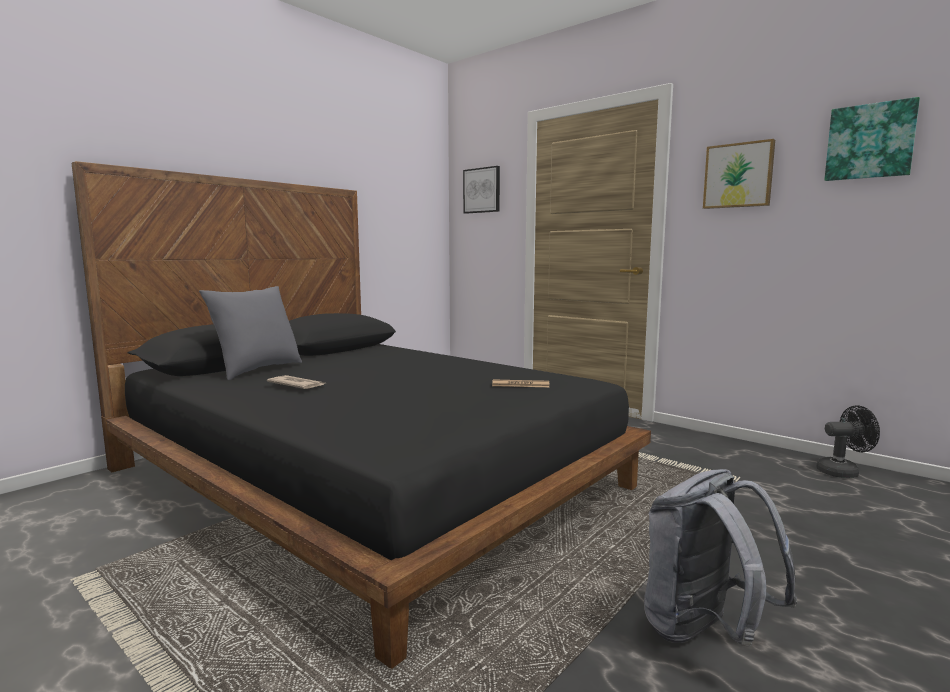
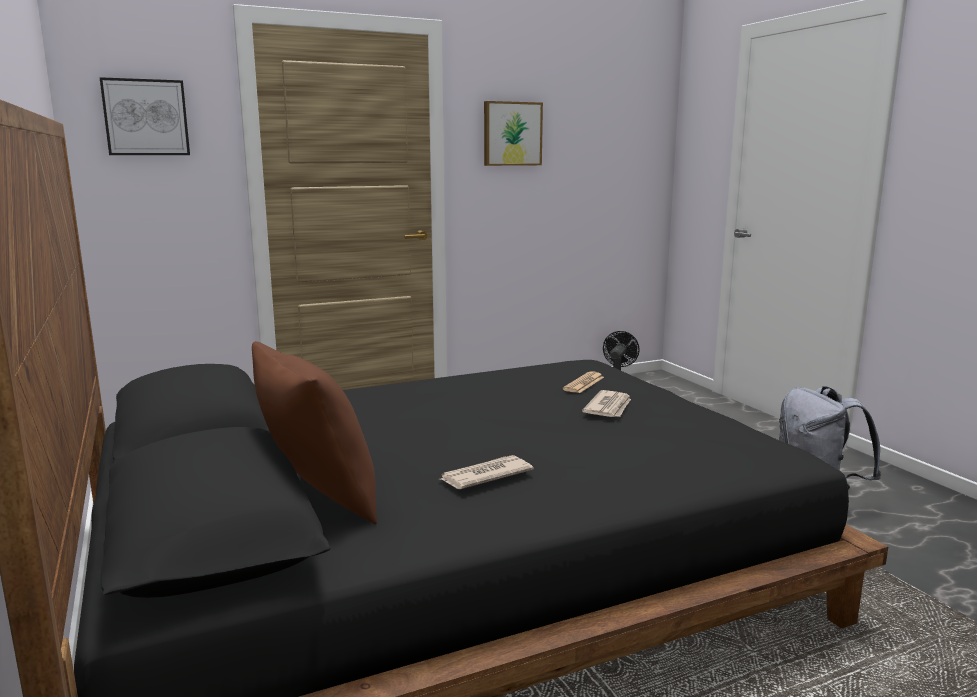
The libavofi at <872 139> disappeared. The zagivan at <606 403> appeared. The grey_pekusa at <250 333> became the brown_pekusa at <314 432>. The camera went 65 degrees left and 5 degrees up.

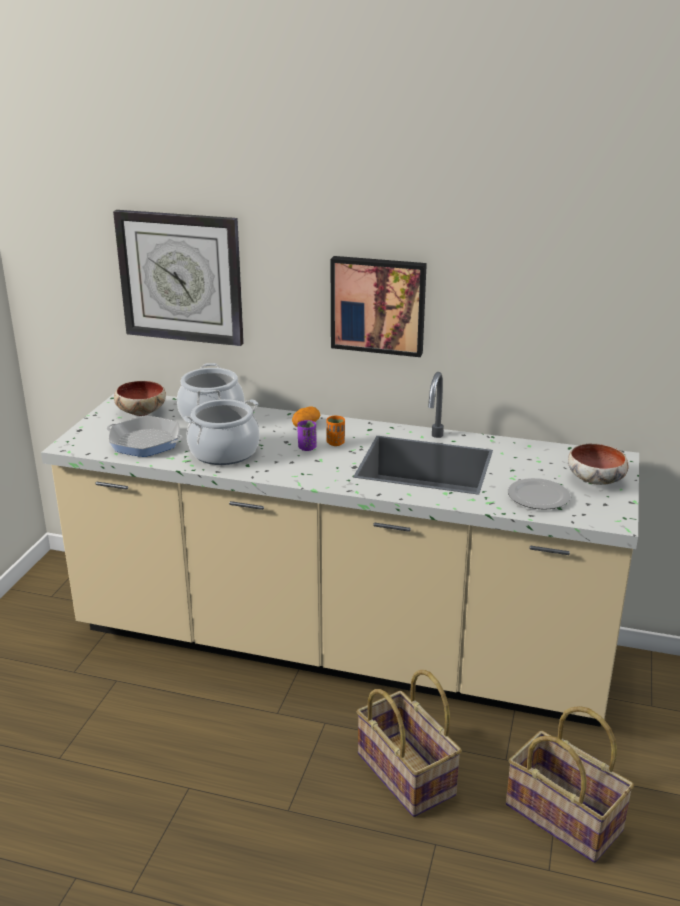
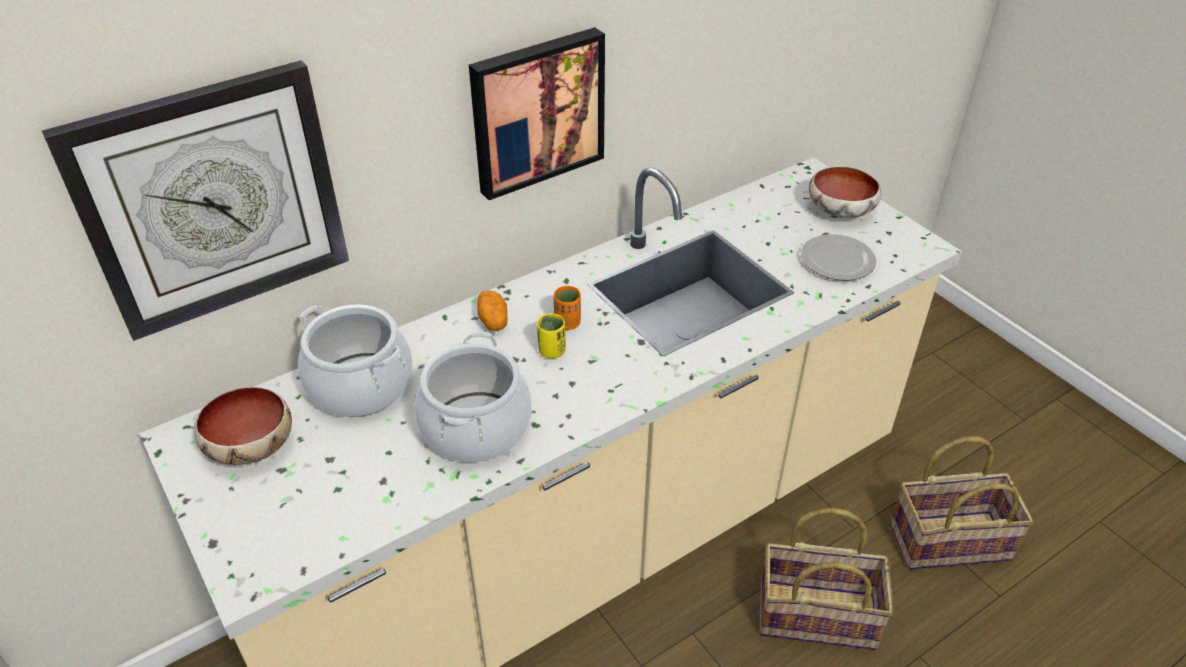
The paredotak at <145 436> disappeared. The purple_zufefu at <307 435> became the yellow_zufefu at <551 336>. The camera went 50 degrees left and 15 degrees up.

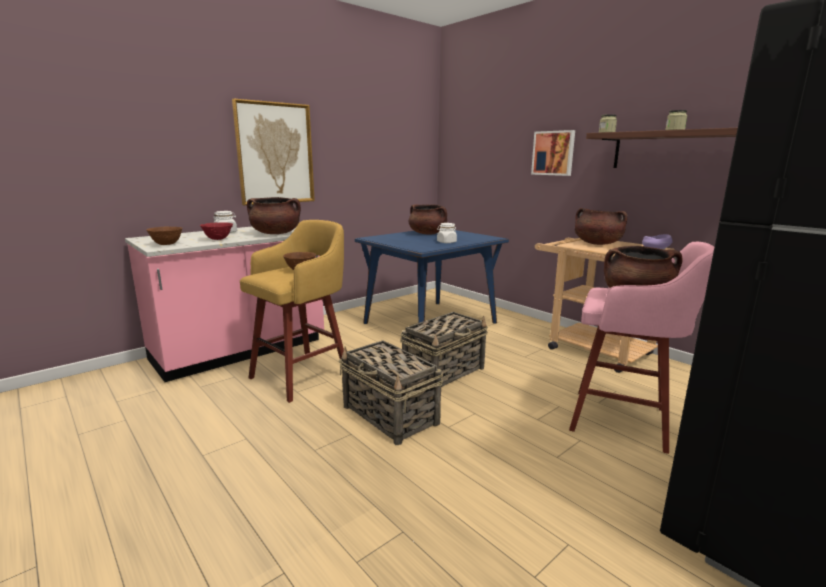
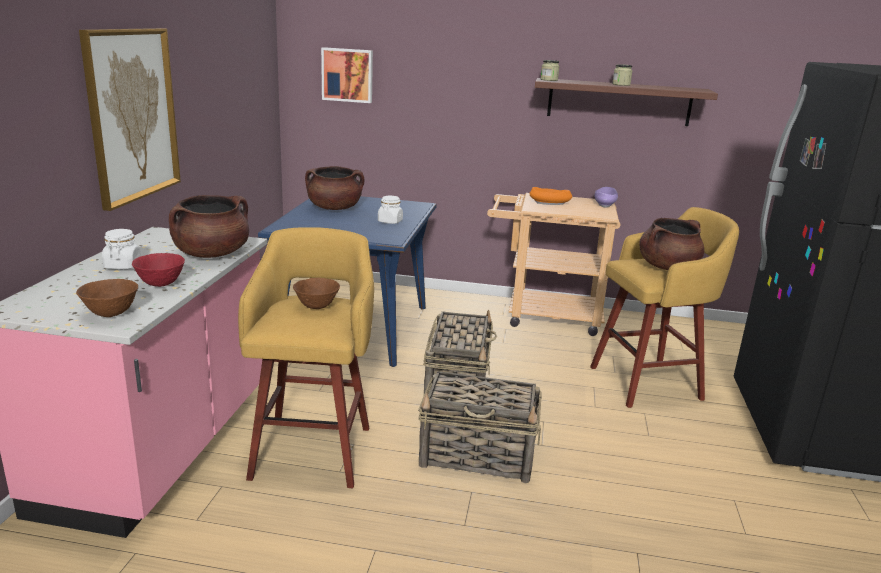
The libavofi moved from <553 153> to <347 75>. The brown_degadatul at <601 226> was replaced by the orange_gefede at <550 196>. The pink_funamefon at <641 348> became the yellow_funamefon at <664 307>. The camera went 40 degrees left and 5 degrees up.

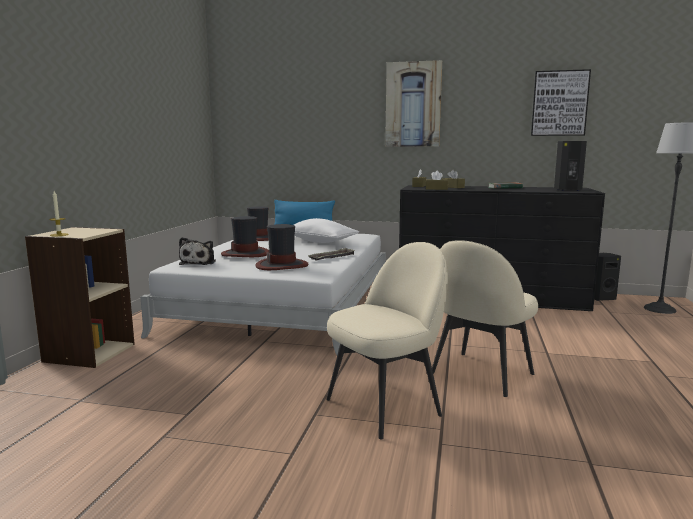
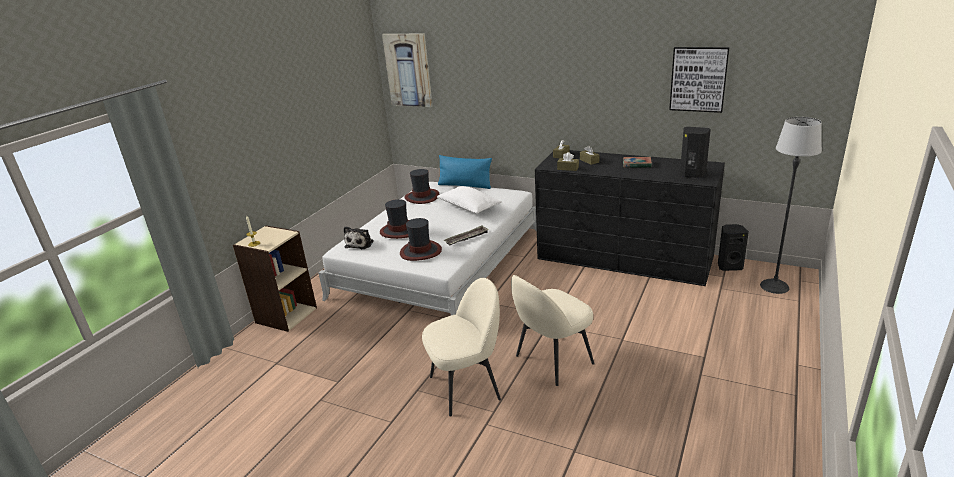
The libavofi moved from <413 103> to <407 70>. The camera went 15 degrees right and 15 degrees up.

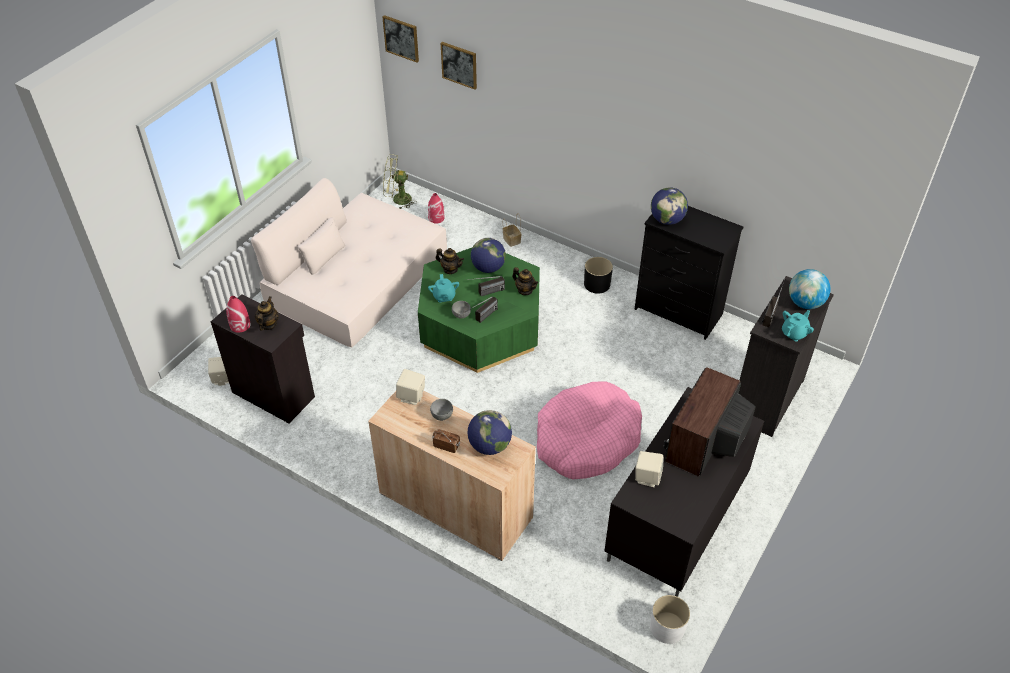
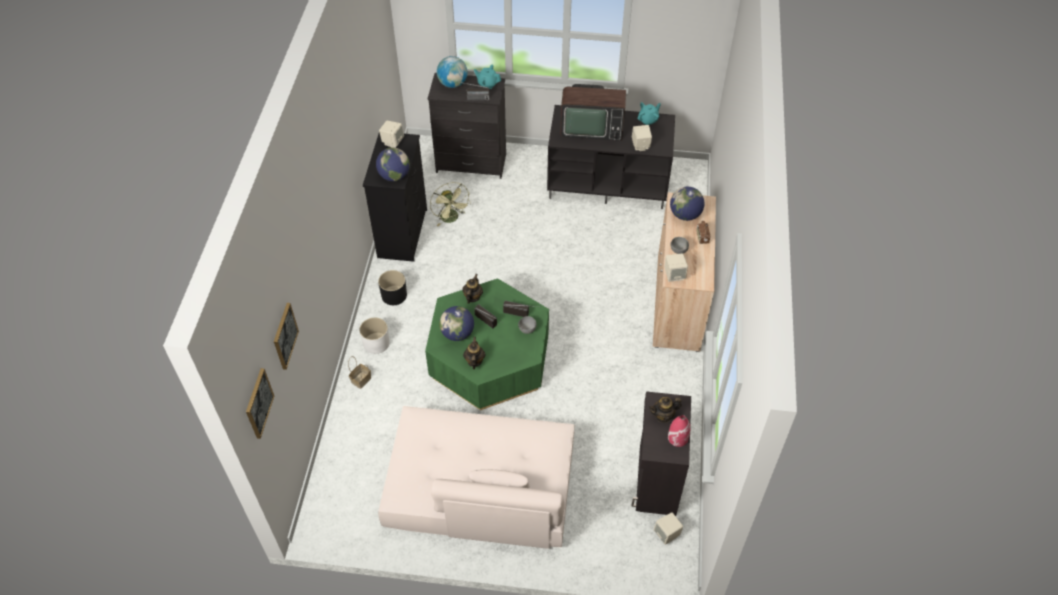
The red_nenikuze at <436 208> disappeared. The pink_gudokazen at <589 430> disappeared. The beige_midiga at <391 134> appeared. The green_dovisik moved from <399 181> to <450 204>. The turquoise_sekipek moved from <443 288> to <649 113>. The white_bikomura moved from <670 619> to <375 336>. The camera went 115 degrees left and 5 degrees up.

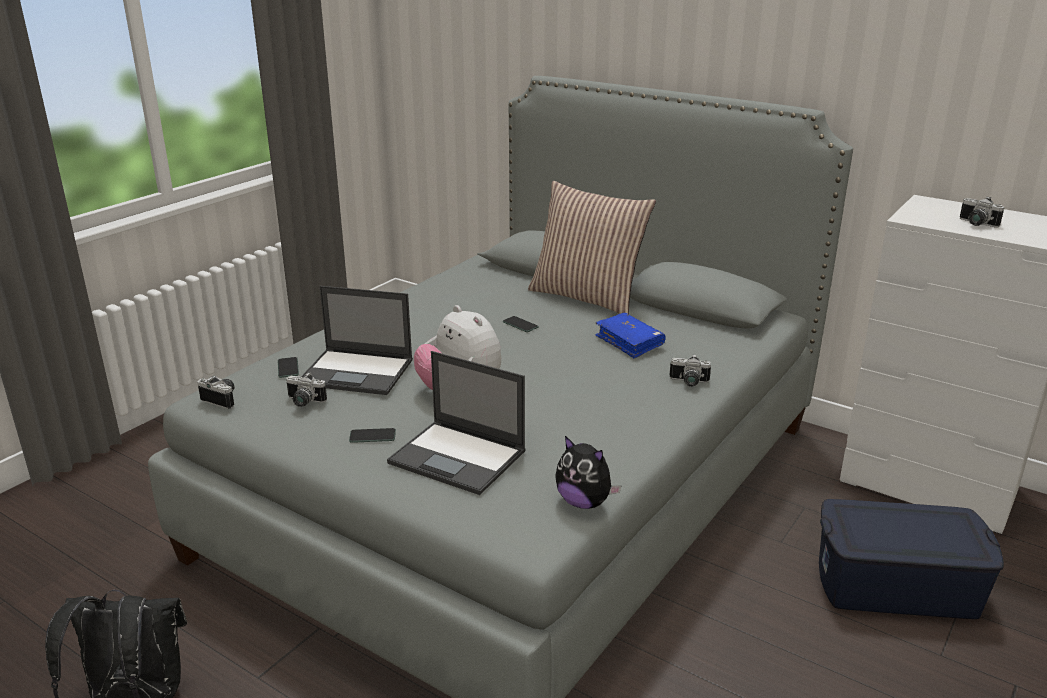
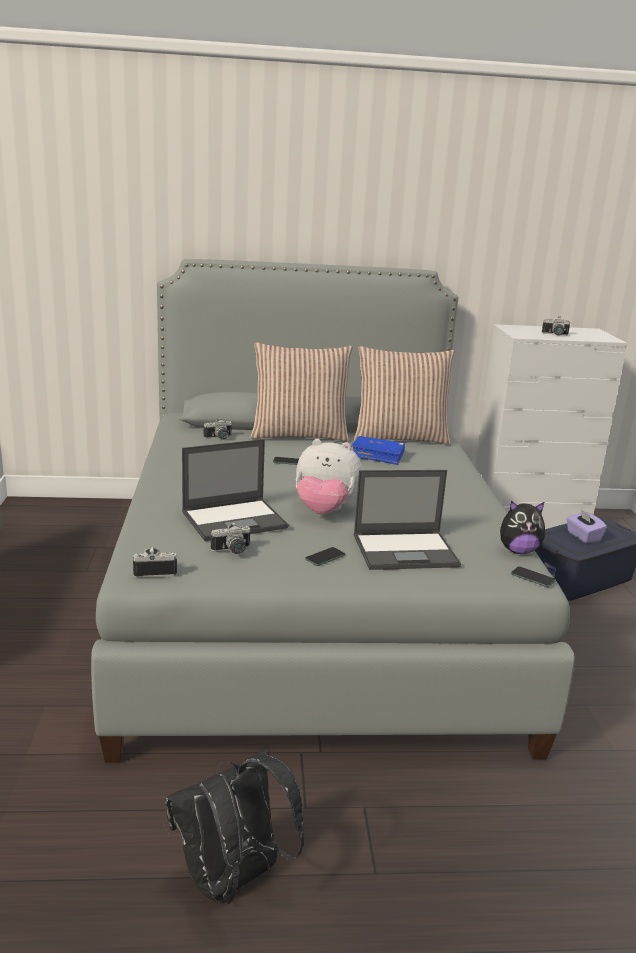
The pekusa at <404 395> appeared. The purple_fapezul at <586 526> appeared. The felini moved from <288 367> to <533 576>. The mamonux moved from <690 371> to <218 429>. The camera went 40 degrees left and 5 degrees down.

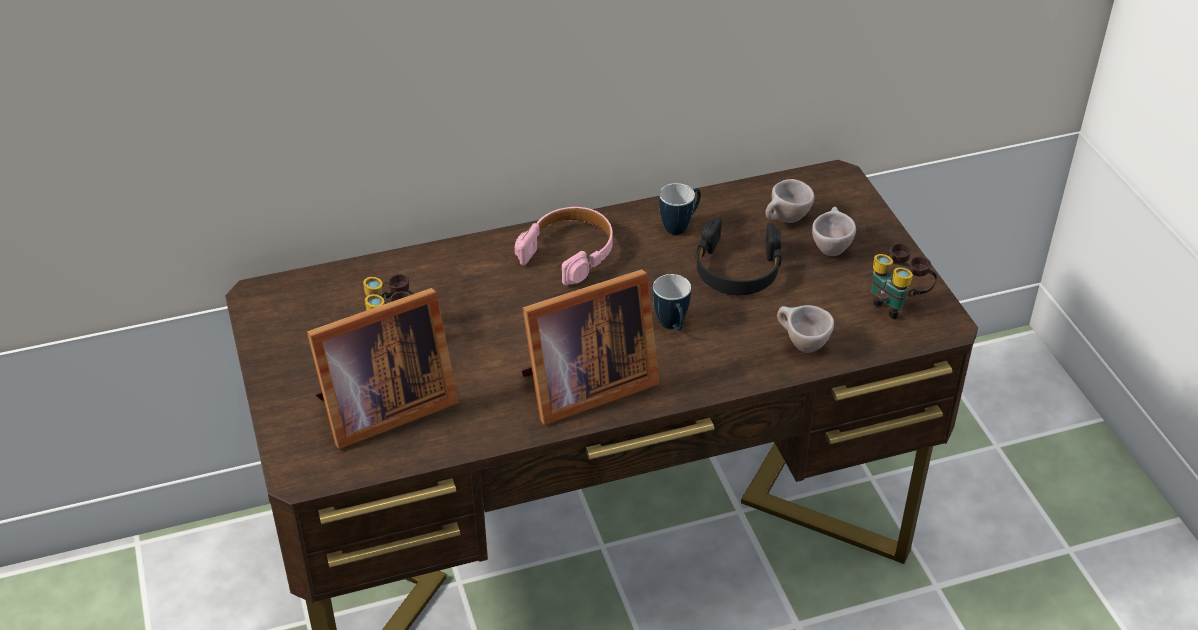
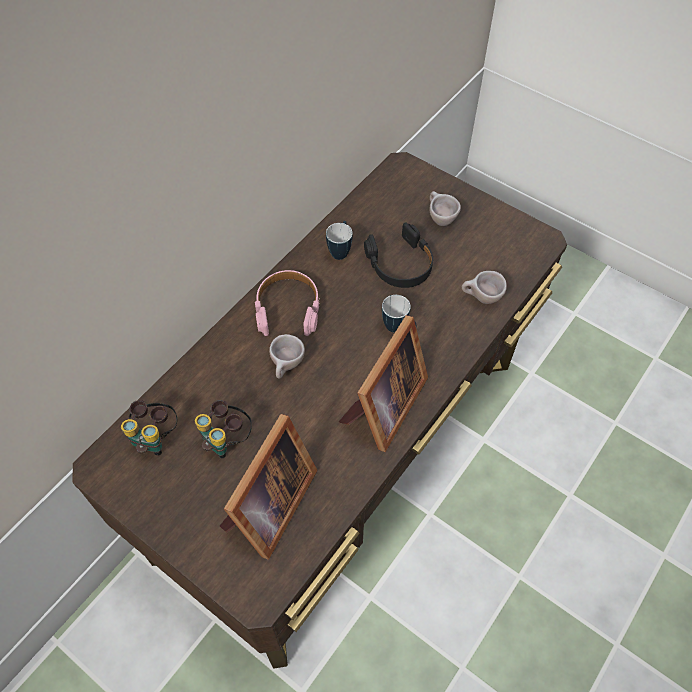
The beige_zufefu moved from <789 201> to <287 356>. The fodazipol moved from <904 281> to <149 428>. The camera went 35 degrees left and 15 degrees up.

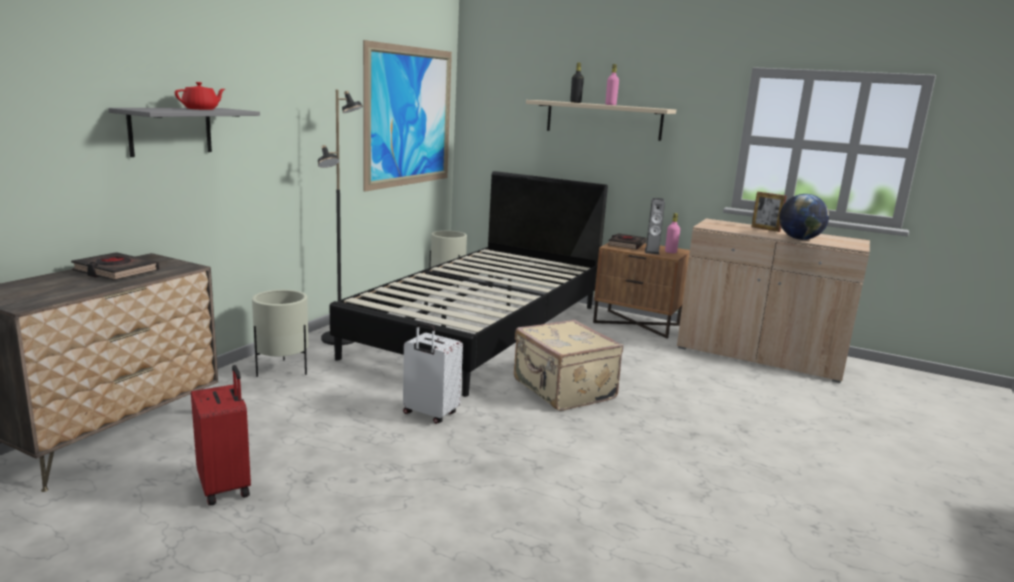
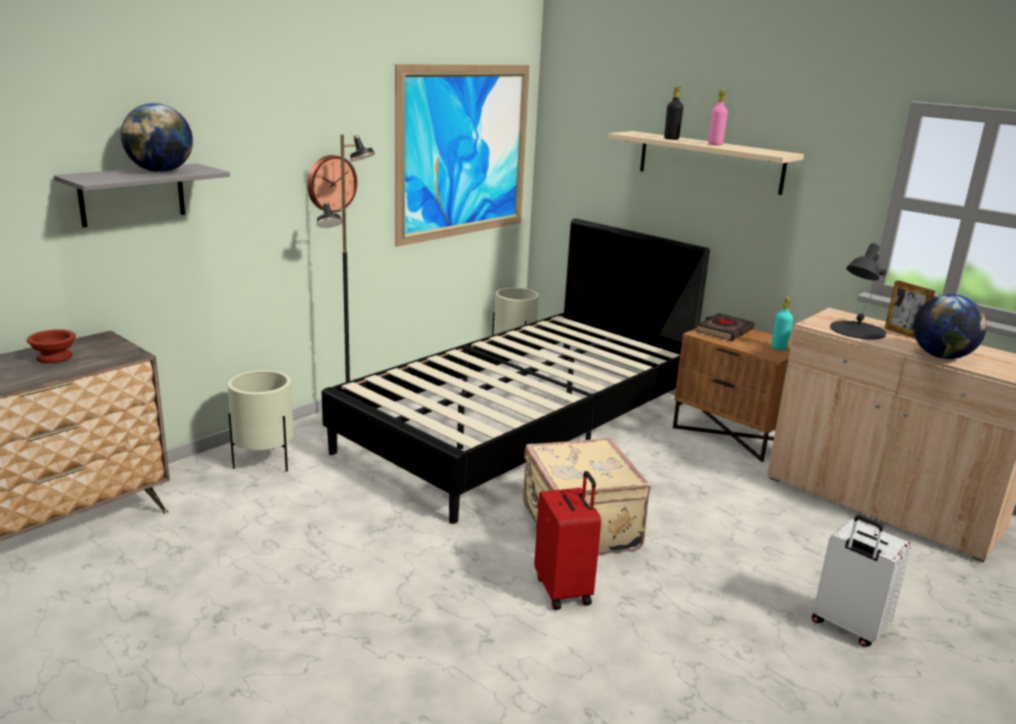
The midiga at <655 226> disappeared. The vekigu at <332 184> appeared. The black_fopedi at <858 291> appeared. The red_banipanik moved from <221 435> to <567 540>. The white_banipanik moved from <433 373> to <862 581>. The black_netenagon at <115 266> was replaced by the brown_gefede at <51 346>. The red_sekipek at <200 96> was replaced by the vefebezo at <157 137>. The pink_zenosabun at <672 233> became the turquoise_zenosabun at <782 323>. The camera went 15 degrees right and 5 degrees up.

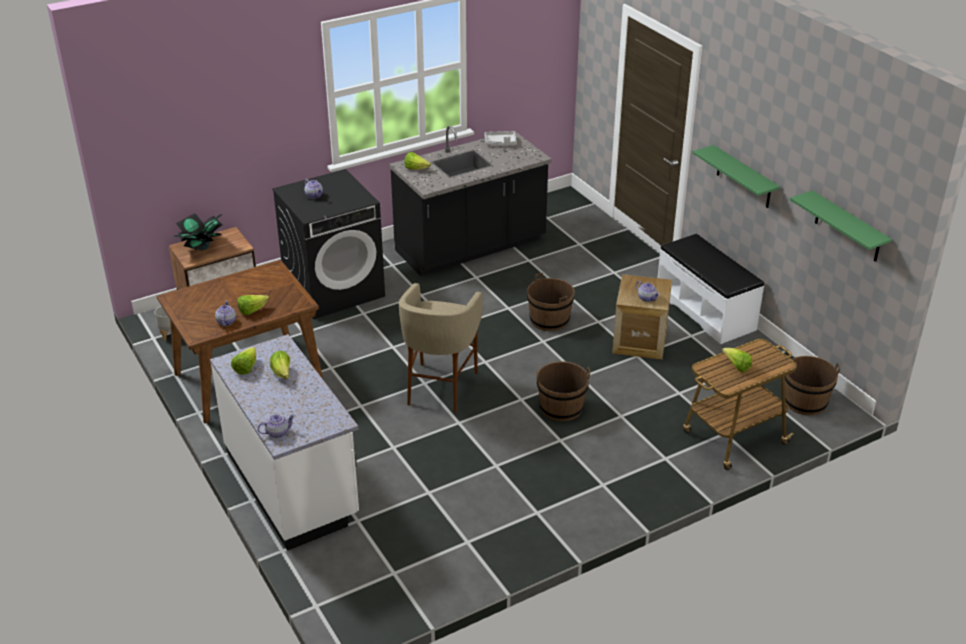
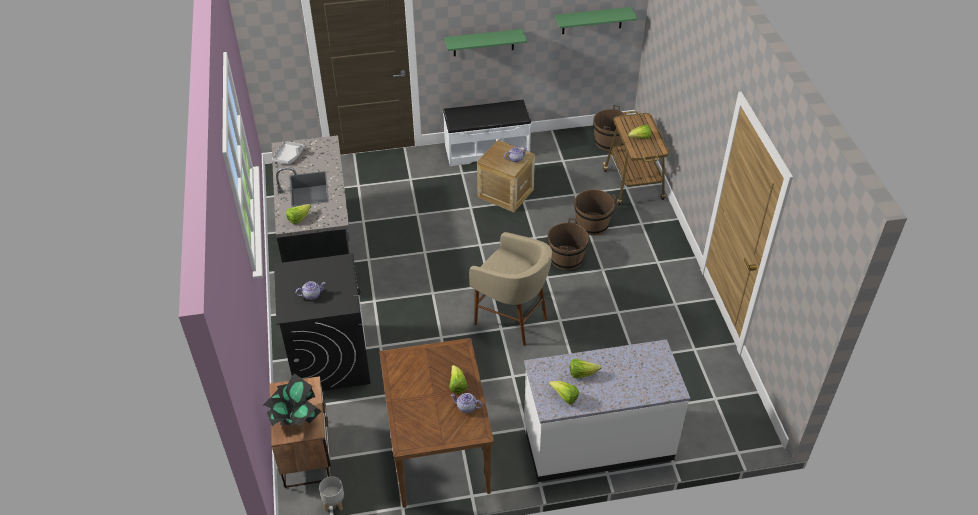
The sekipek at <276 426> disappeared. The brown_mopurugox moved from <551 302> to <595 212>. The camera went 70 degrees left and 10 degrees up.

